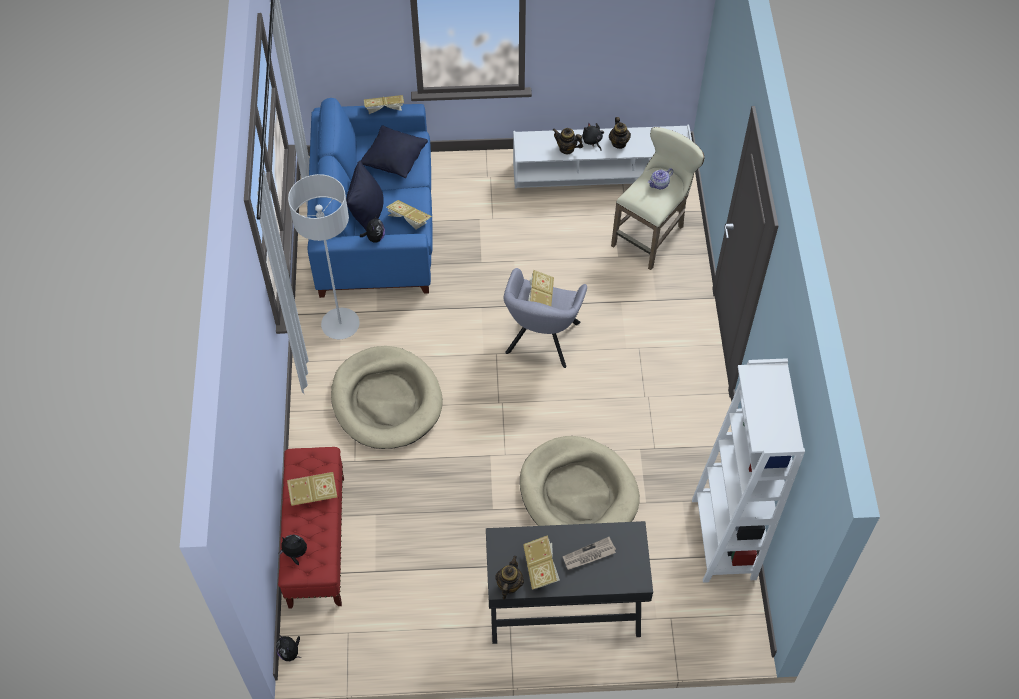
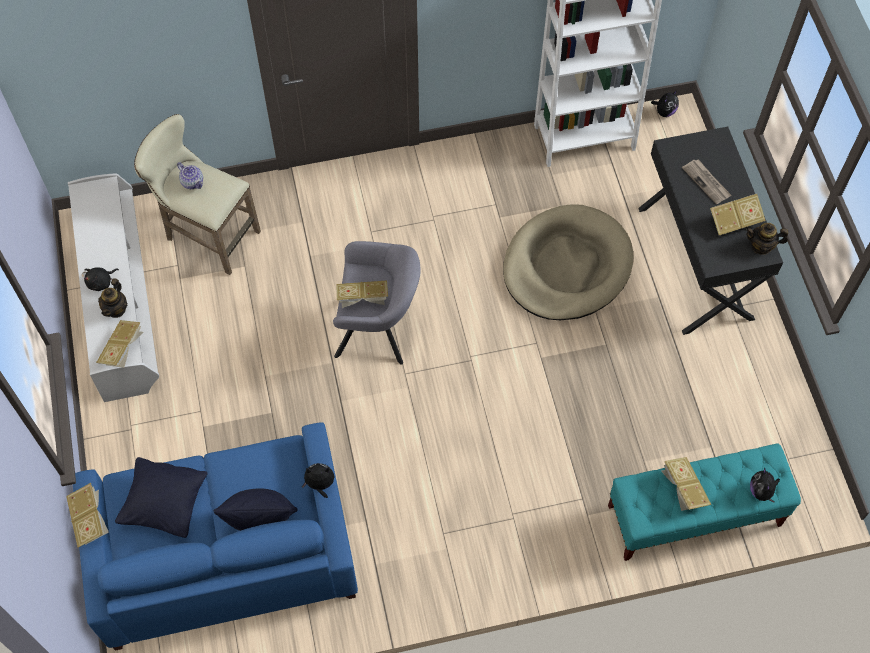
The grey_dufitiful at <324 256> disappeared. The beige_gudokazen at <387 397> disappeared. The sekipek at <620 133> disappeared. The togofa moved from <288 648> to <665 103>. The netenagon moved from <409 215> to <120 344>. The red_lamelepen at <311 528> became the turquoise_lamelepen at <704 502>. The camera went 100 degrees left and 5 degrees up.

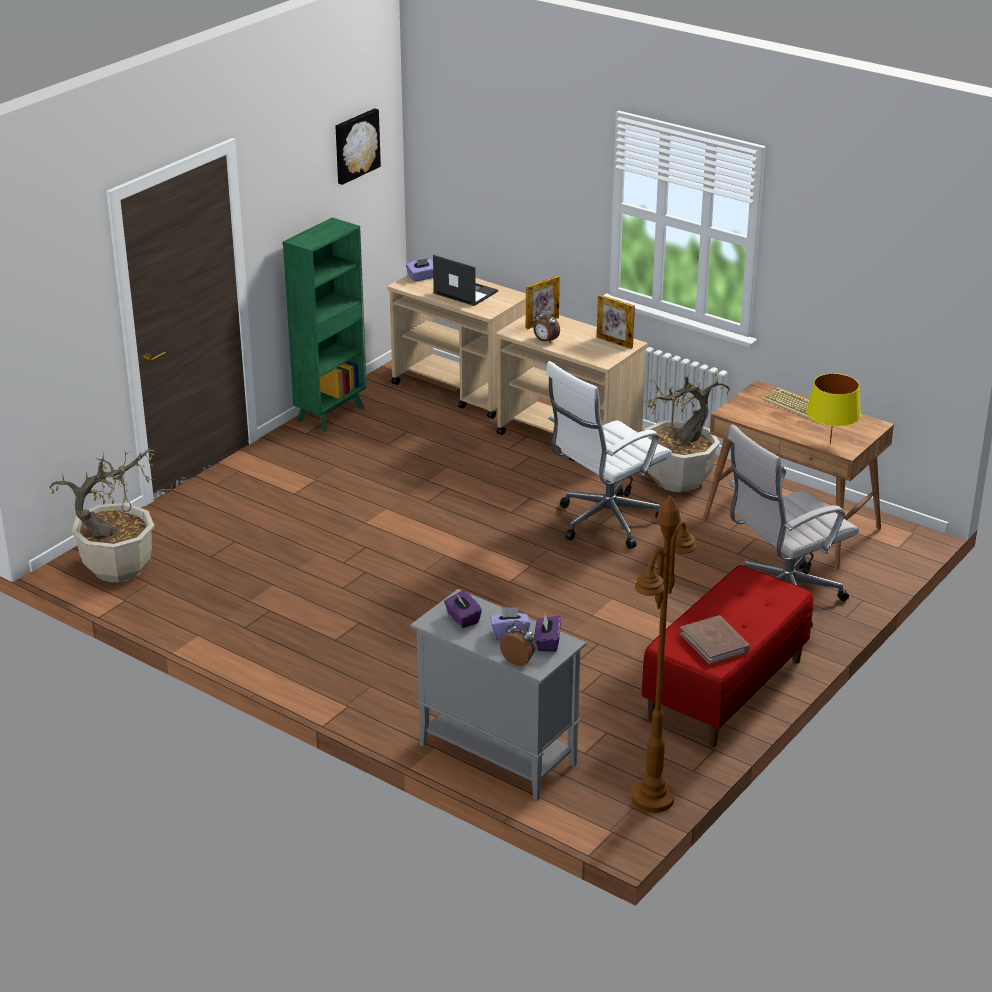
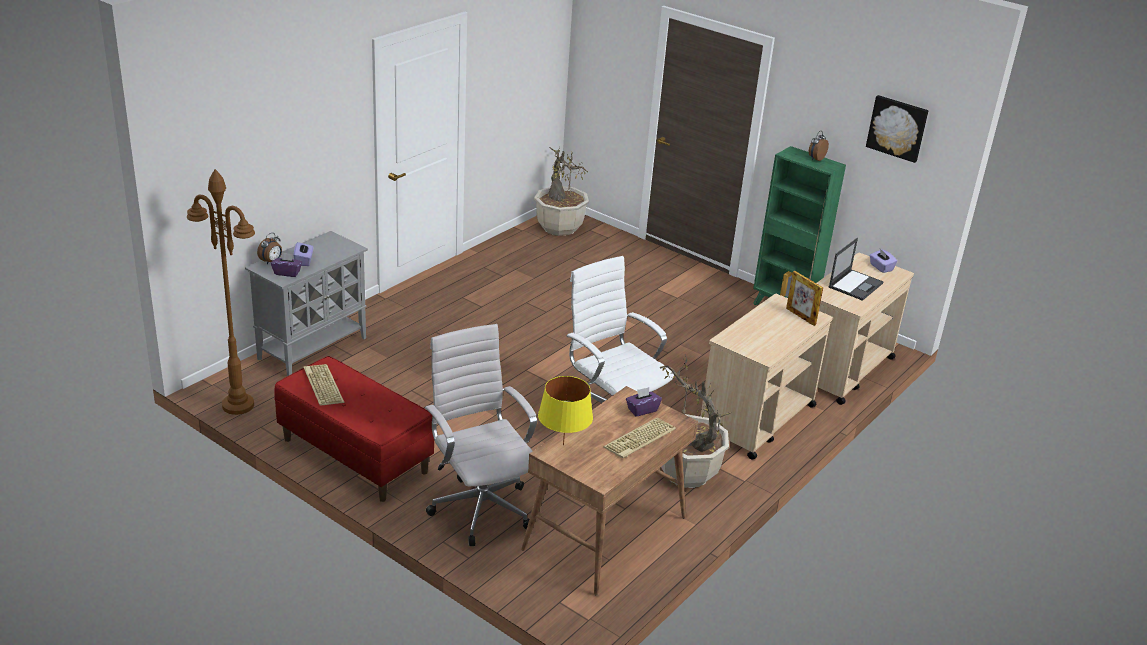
The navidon at <616 322> disappeared. The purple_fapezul moved from <463 609> to <644 401>. The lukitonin moved from <546 326> to <819 146>. The brown_netenagon at <715 640> was replaced by the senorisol at <324 385>. The camera went 90 degrees right and 0 degrees up.

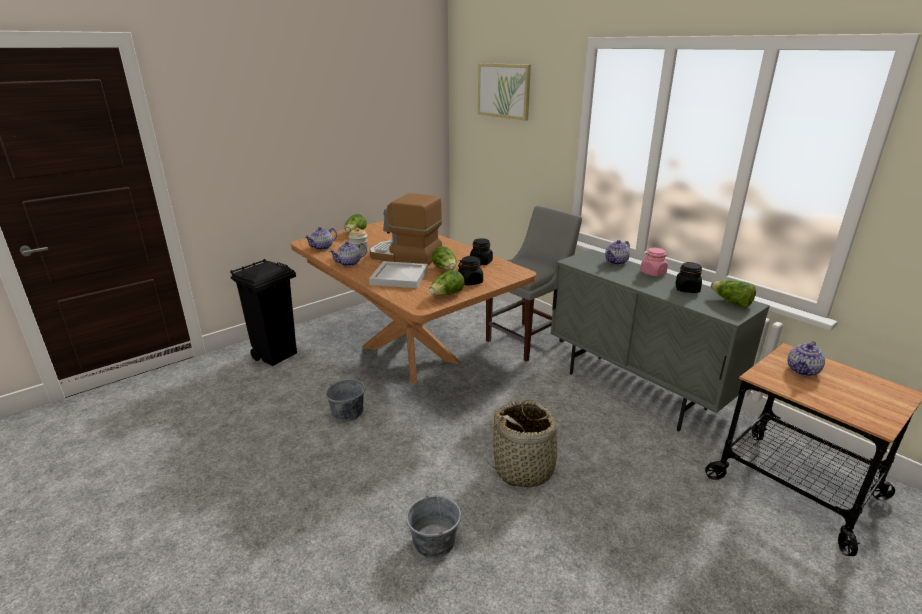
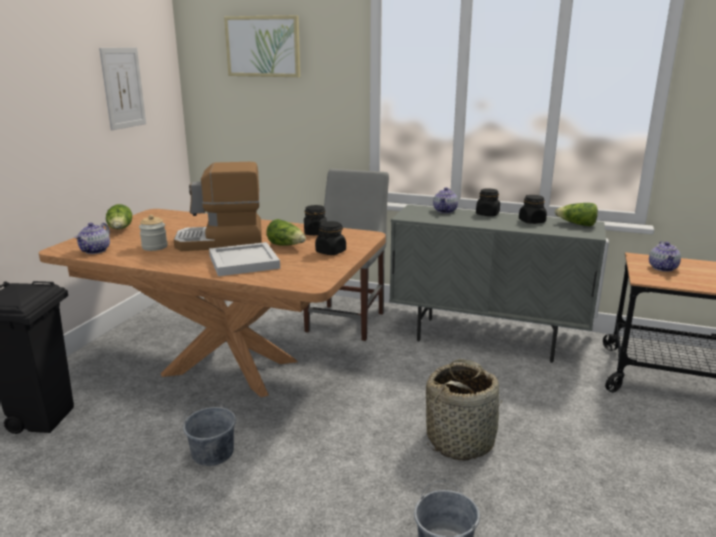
The sekipek at <348 253> disappeared. The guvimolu at <446 282> disappeared. The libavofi at <122 88> appeared. The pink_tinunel at <654 262> became the black_tinunel at <488 202>. The camera went 30 degrees left and 5 degrees down.

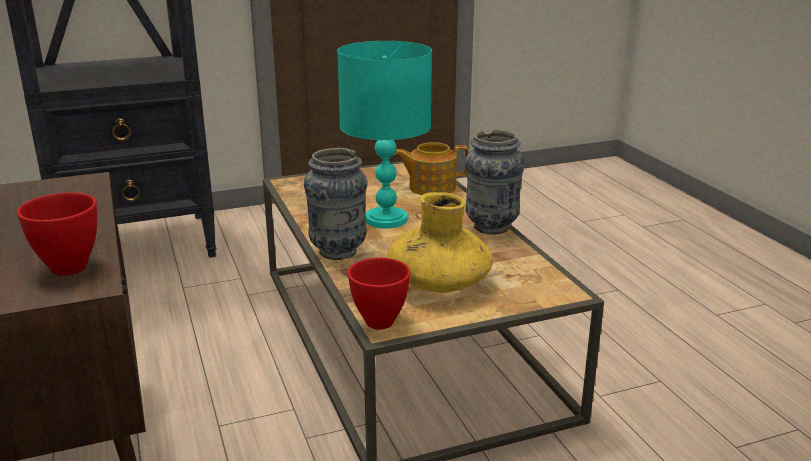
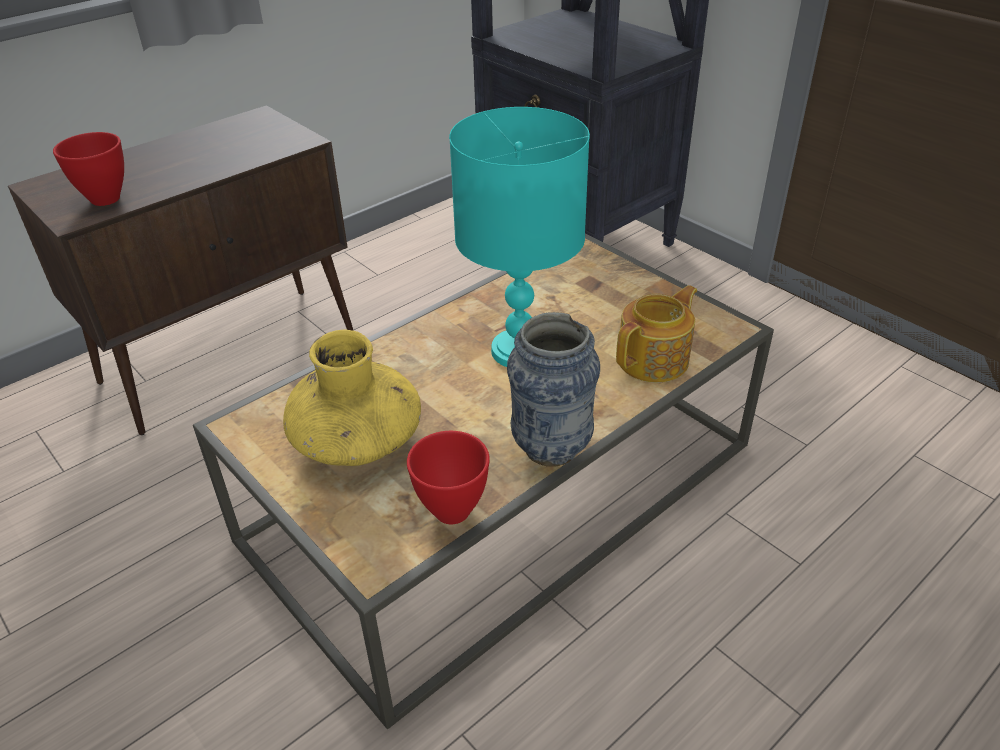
The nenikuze at <335 204> disappeared. The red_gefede moved from <379 293> to <448 477>. The sekipek at <431 168> turned 75 degrees clockwise. The camera went 70 degrees right and 15 degrees up.

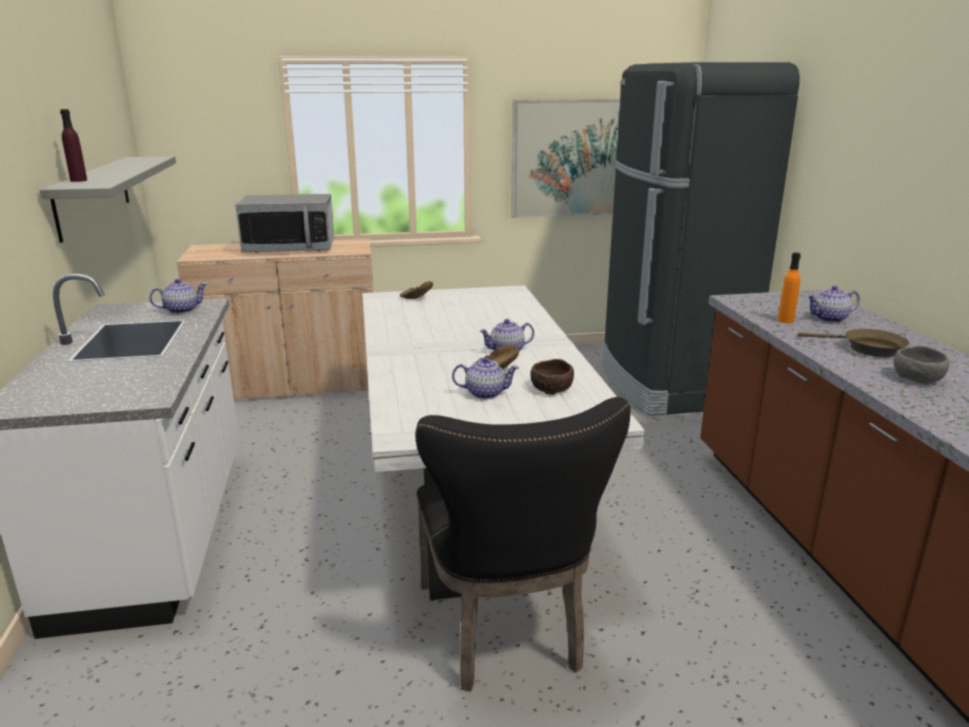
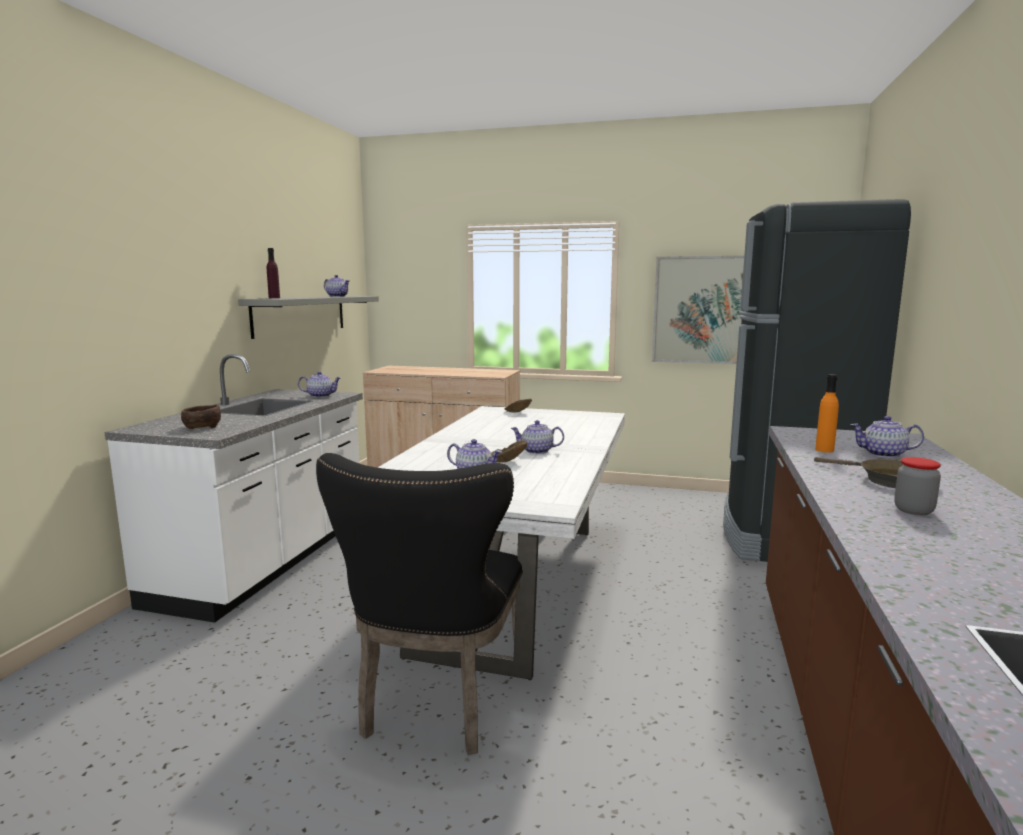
The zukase at <284 223> disappeared. The sekipek at <337 286> appeared. The brown_gefede moved from <552 377> to <201 416>. The grey_gefede at <922 365> was replaced by the tinunel at <917 486>. The camera went 25 degrees right and 10 degrees down.

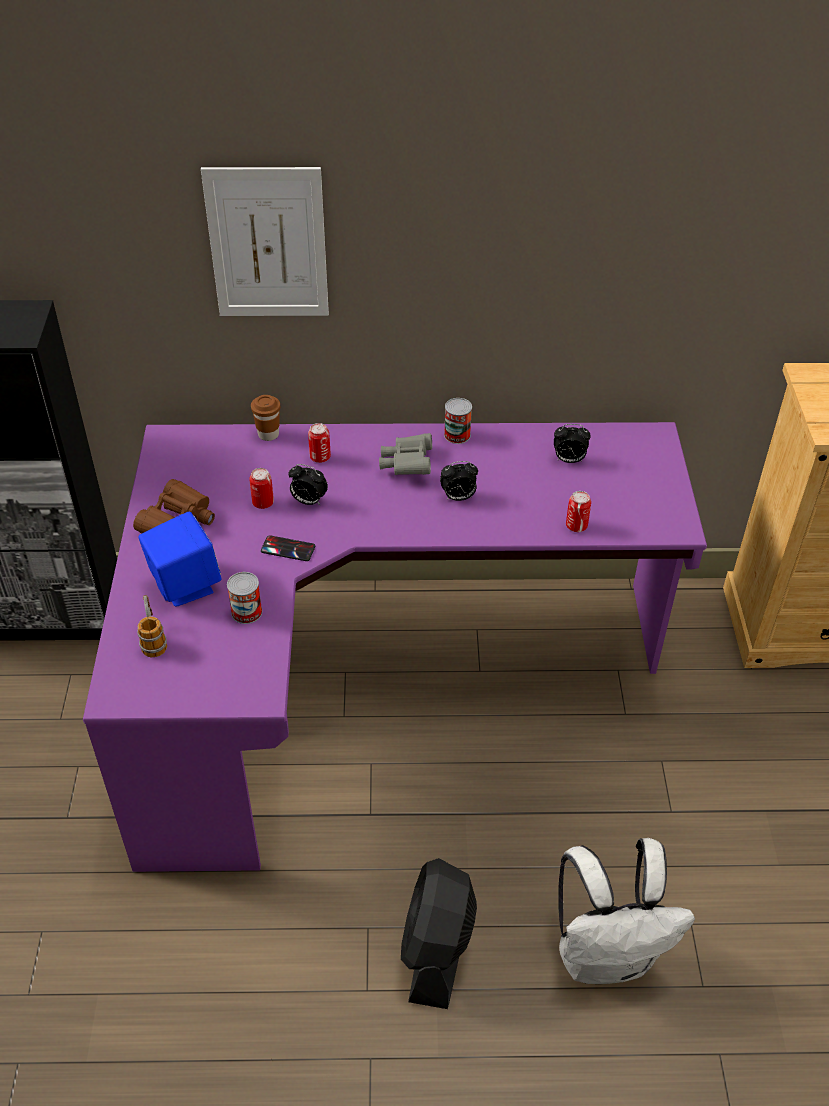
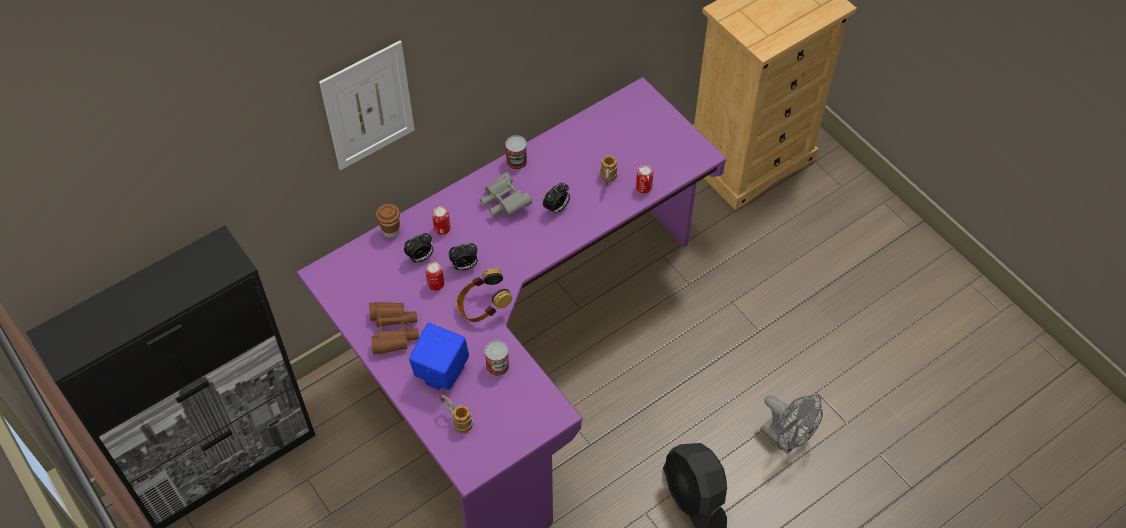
The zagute at <609 171> appeared. The lukitonin moved from <572 443> to <418 247>. The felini at <288 548> was replaced by the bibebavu at <484 295>. The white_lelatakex at <626 911> was replaced by the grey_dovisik at <791 424>. The camera went 35 degrees left and 10 degrees up.

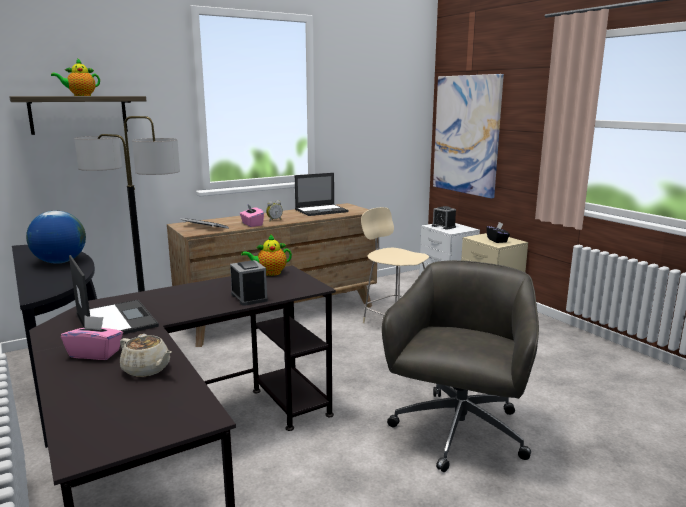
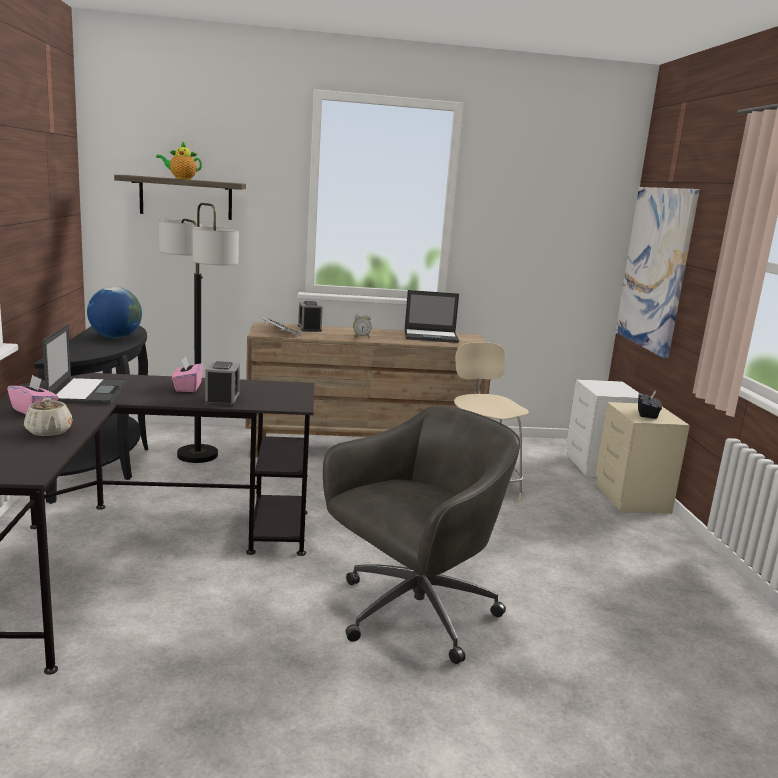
The sekipek at <266 255> disappeared. The pink_fapezul moved from <252 215> to <187 374>. The lukitonin moved from <444 218> to <310 316>. The camera went 25 degrees right and 0 degrees up.

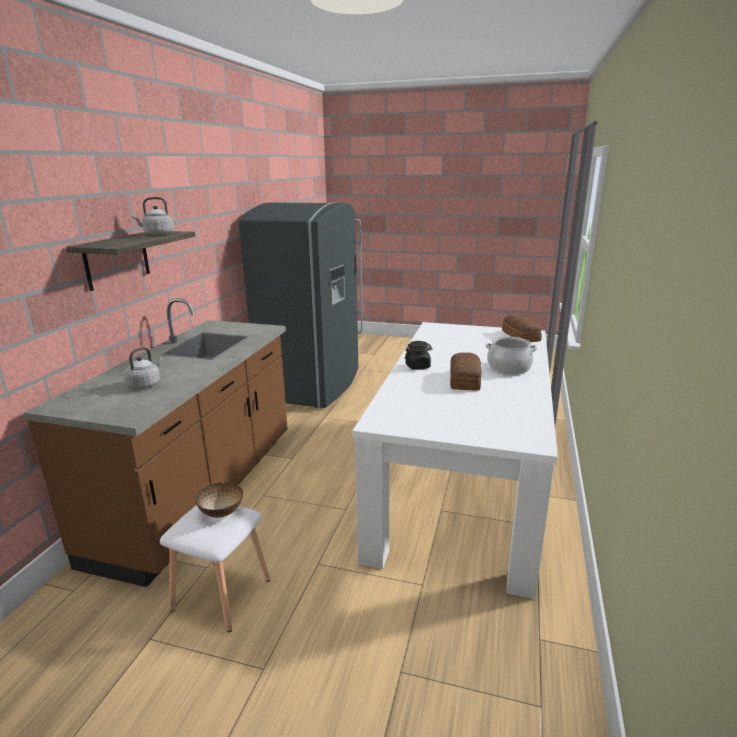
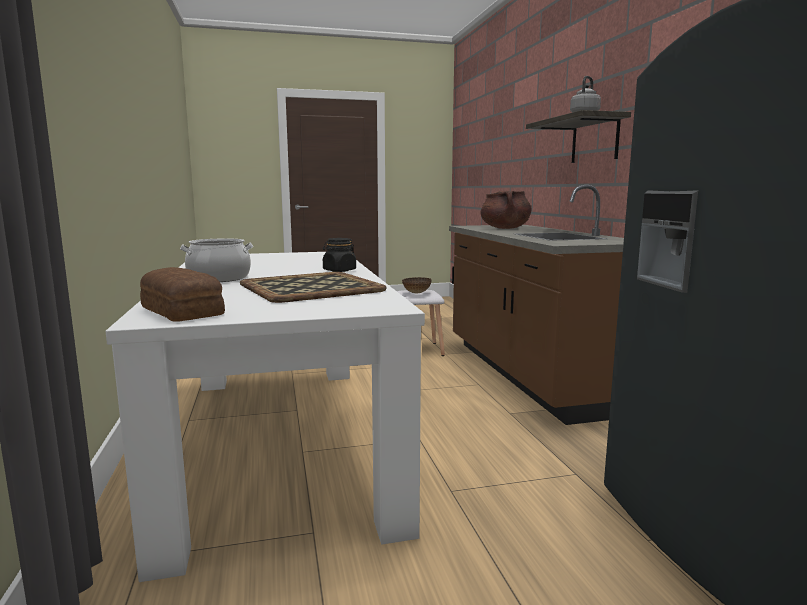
The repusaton at <466 372> disappeared. The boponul at <313 287> appeared. The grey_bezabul at <143 368> was replaced by the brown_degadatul at <506 210>. The camera went 150 degrees right and 10 degrees down.

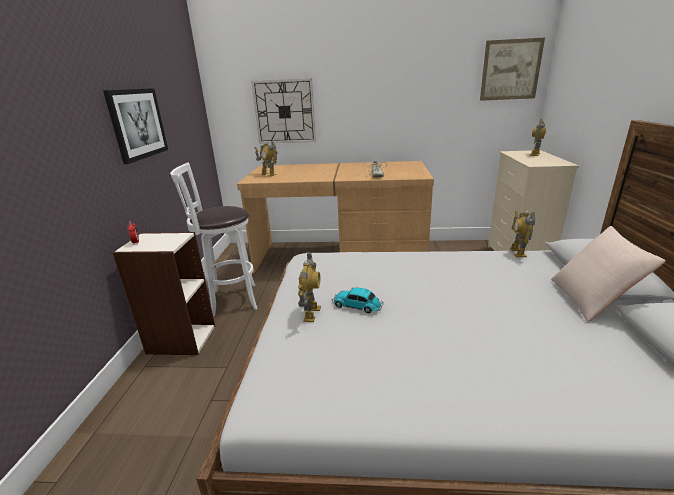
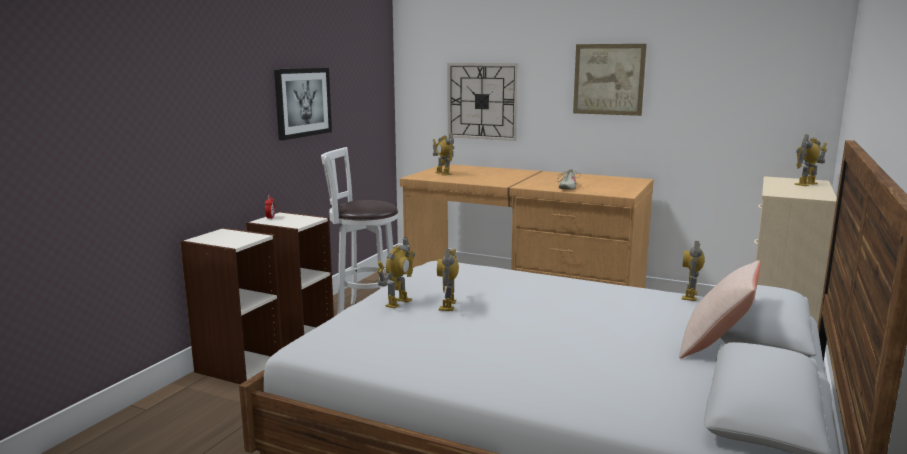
The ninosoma at <231 306> appeared. The libavofi moved from <512 69> to <610 80>. The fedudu at <358 300> was replaced by the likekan at <448 279>. The camera went 20 degrees right and 10 degrees down.

